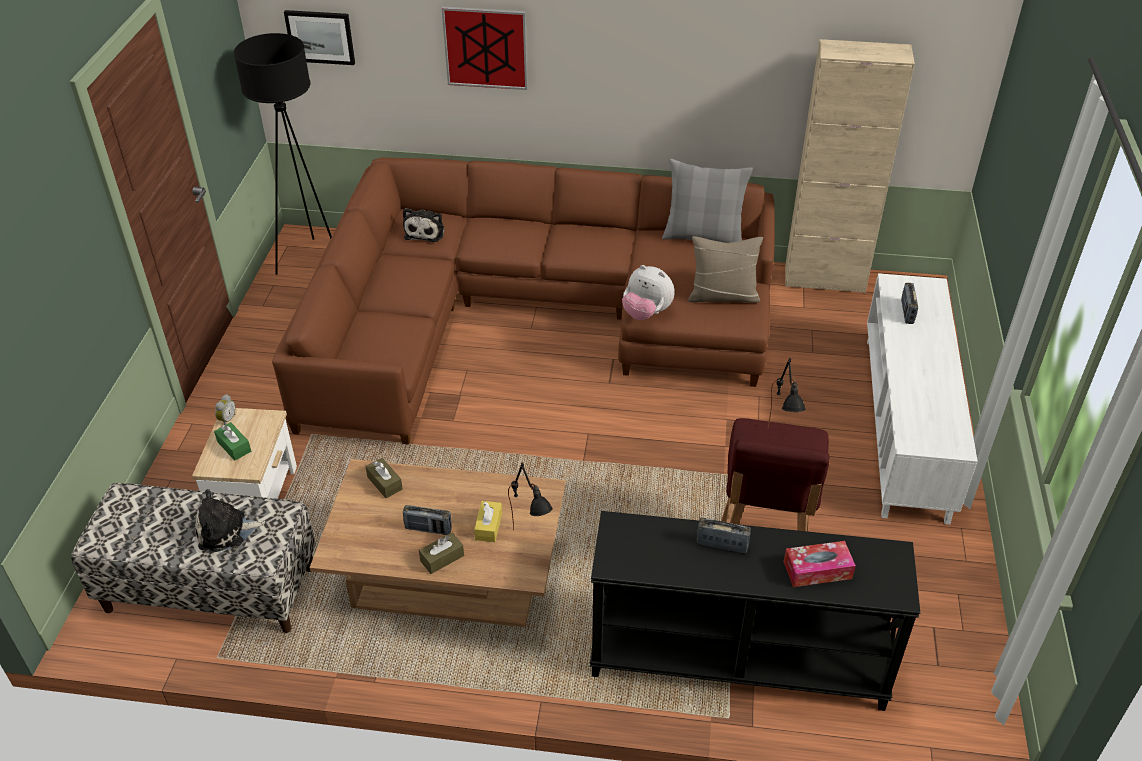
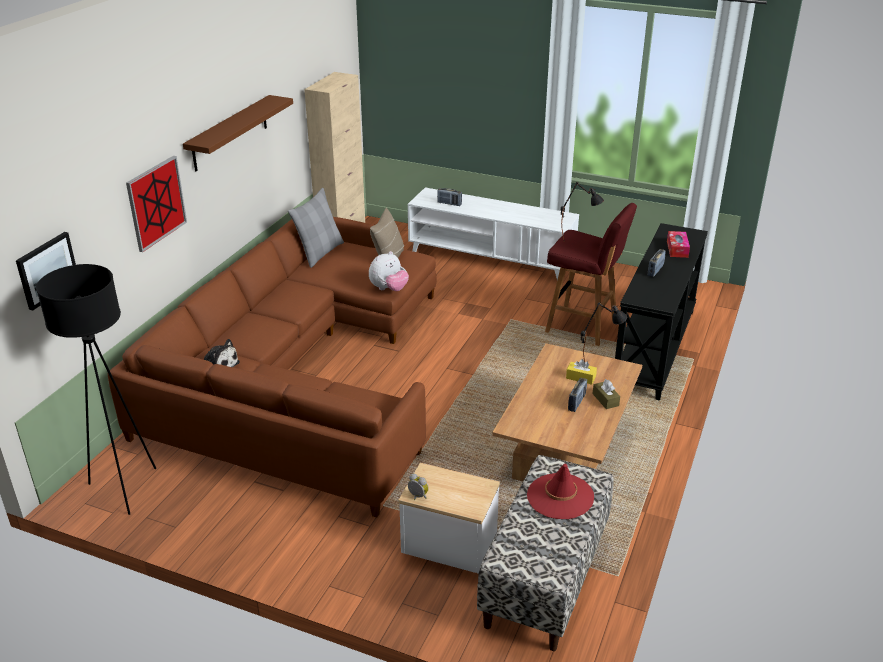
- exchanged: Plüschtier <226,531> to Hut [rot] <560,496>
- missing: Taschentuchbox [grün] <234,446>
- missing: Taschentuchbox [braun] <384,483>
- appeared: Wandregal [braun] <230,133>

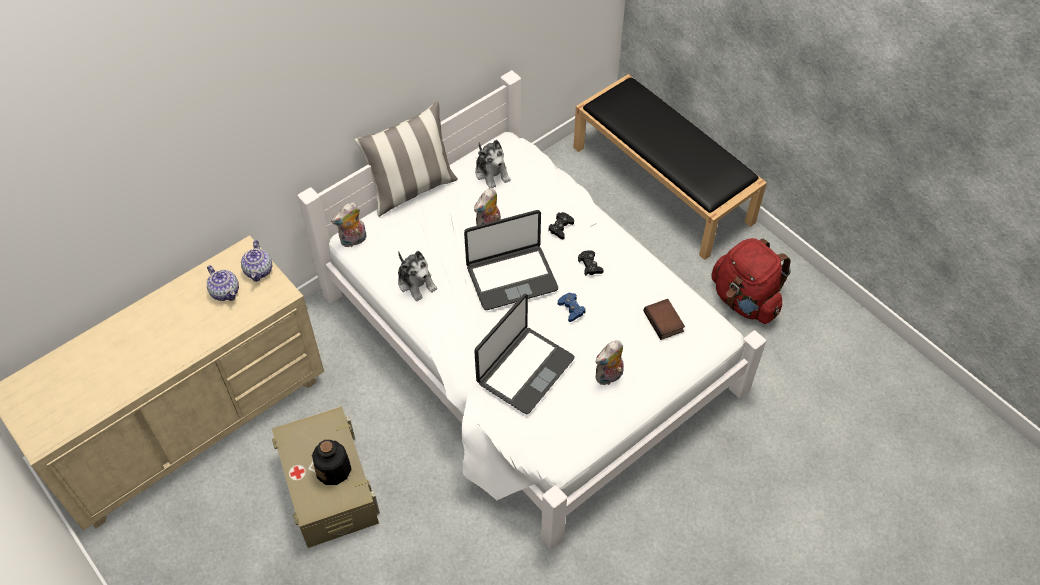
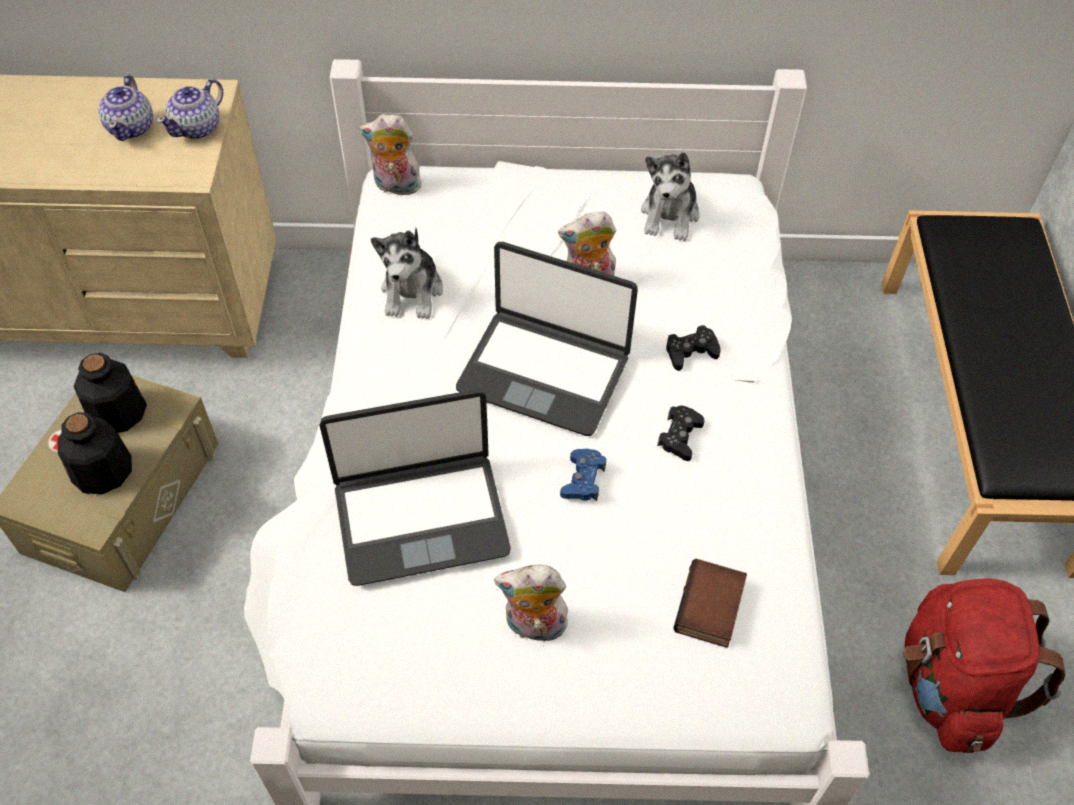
- missing: Kissen <411,188>
- appeared: Flasche <116,411>

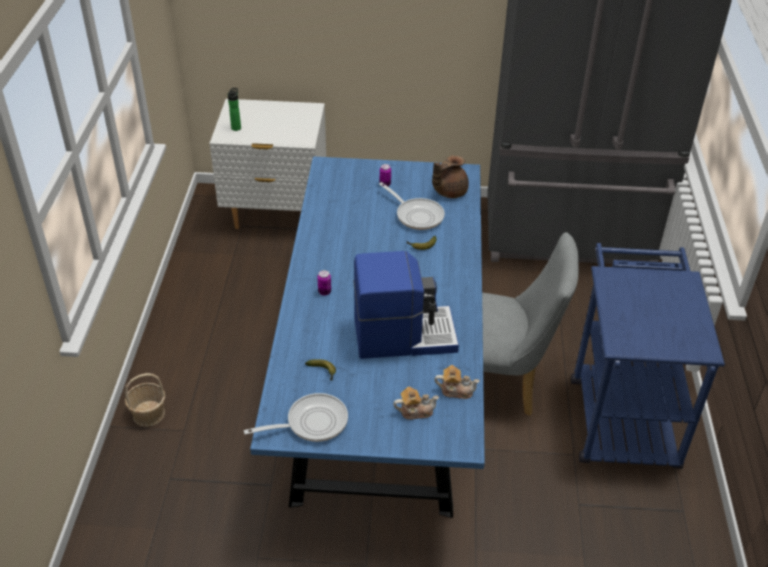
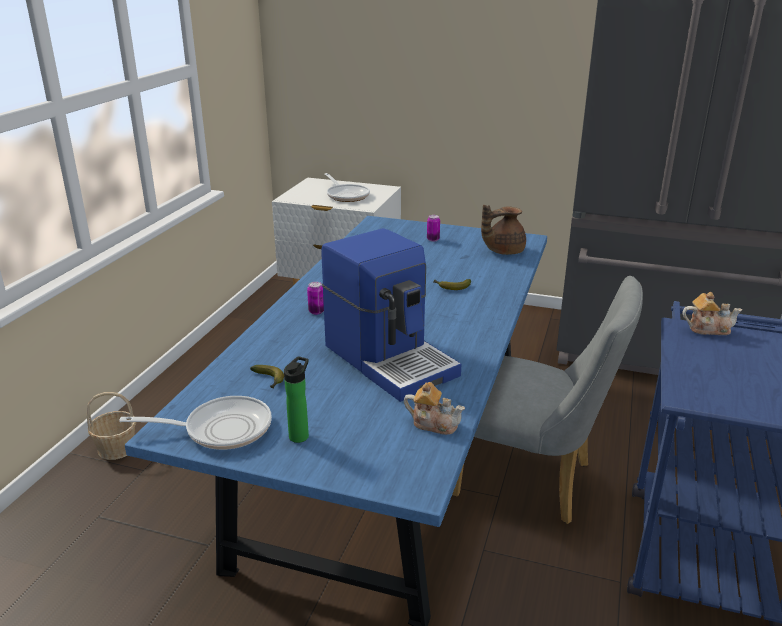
- relocated: Flasche <236,127> to <300,435>
- spun: Kaffeemaschine <403,334> = <391,359> 45 degrees clockwise
- relocated: Pfanne <417,215> to <346,195>
- relocated: Teekanne <415,411> to <707,329>

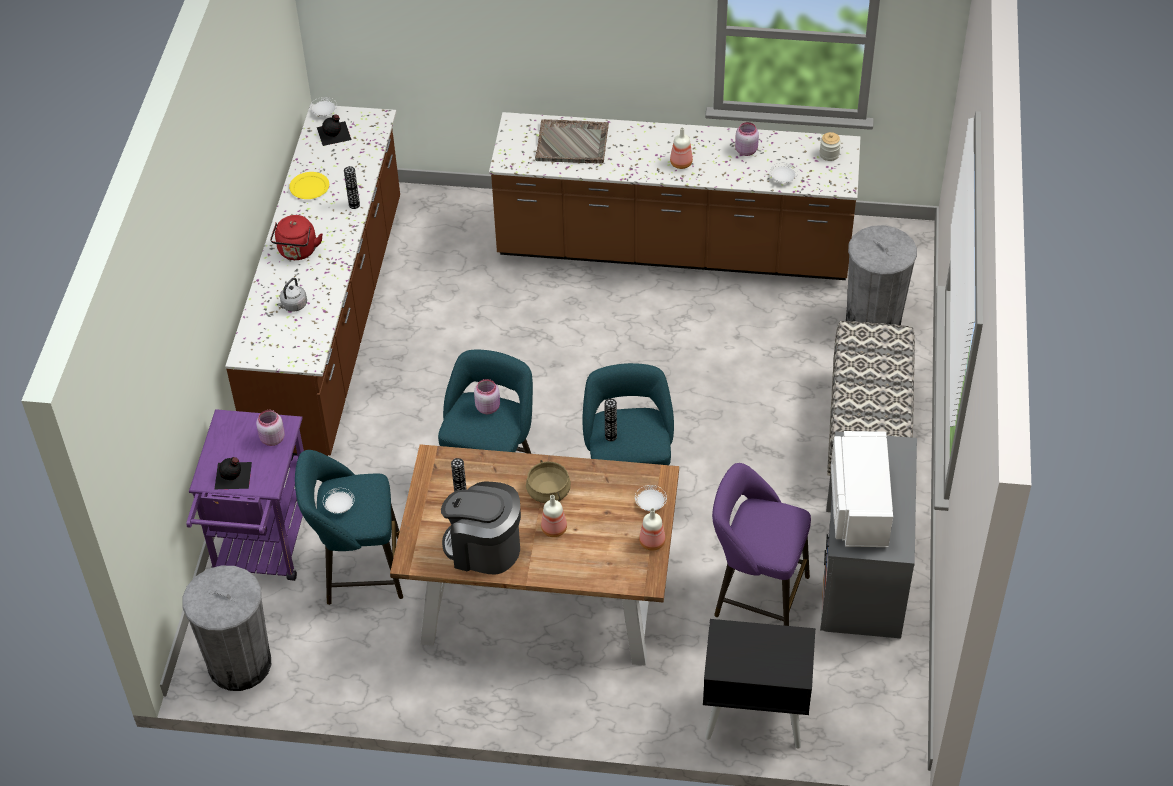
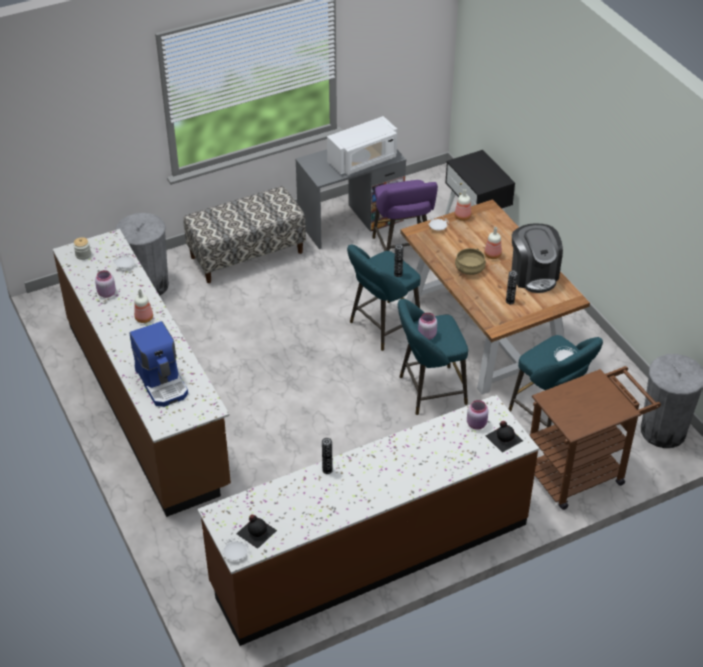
- colour: Rollwagen [lila] <262,548> to Rollwagen [braun] <582,471>
- relocated: Flasche [schwarz] <233,476> to <504,437>
- relocated: Vorratsglas [rosa] <272,439> to <477,424>
- missing: Wasserkessel [rot] <297,252>
- missing: Wasserkessel [grau] <293,305>
- missing: Teller [gelb] <309,187>
- exchanged: Tablett [grau] <573,143> to Kaffeemaschine <163,382>

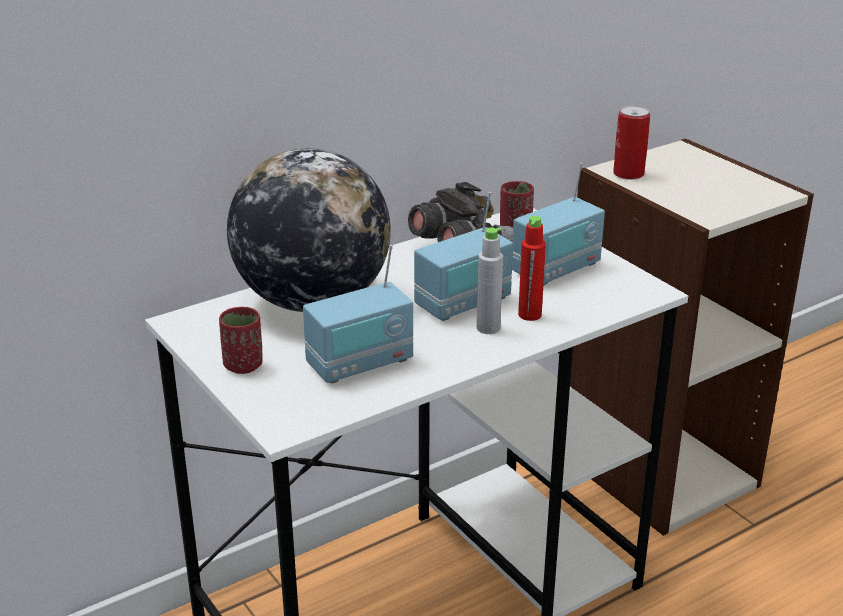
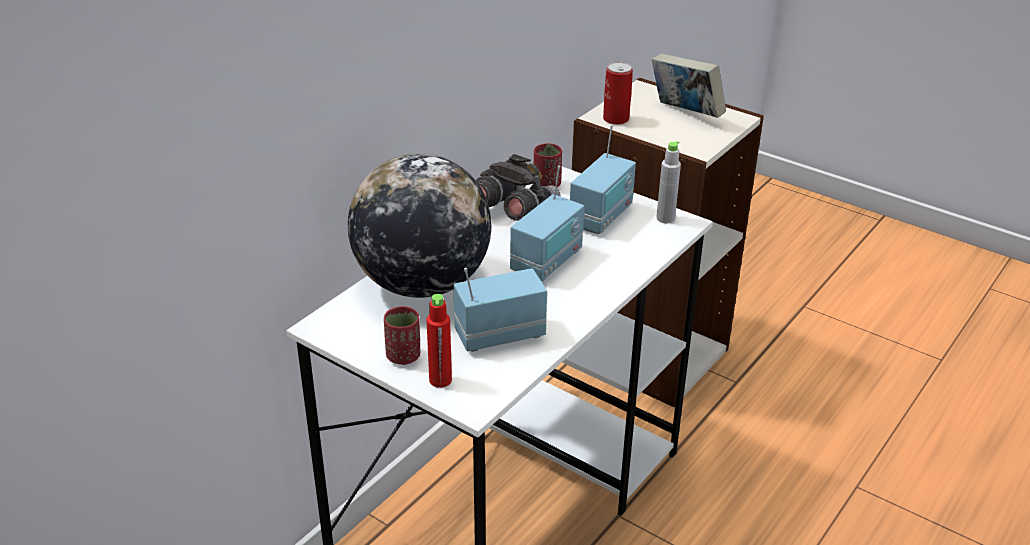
- spun: Radio <360,364> = <499,334> 150 degrees counterclockwise
- relocated: Flasche [grau] <488,328> to <665,218>
- relocated: Flasche [rot] <529,315> to <440,380>
- appeared: Buch <685,114>

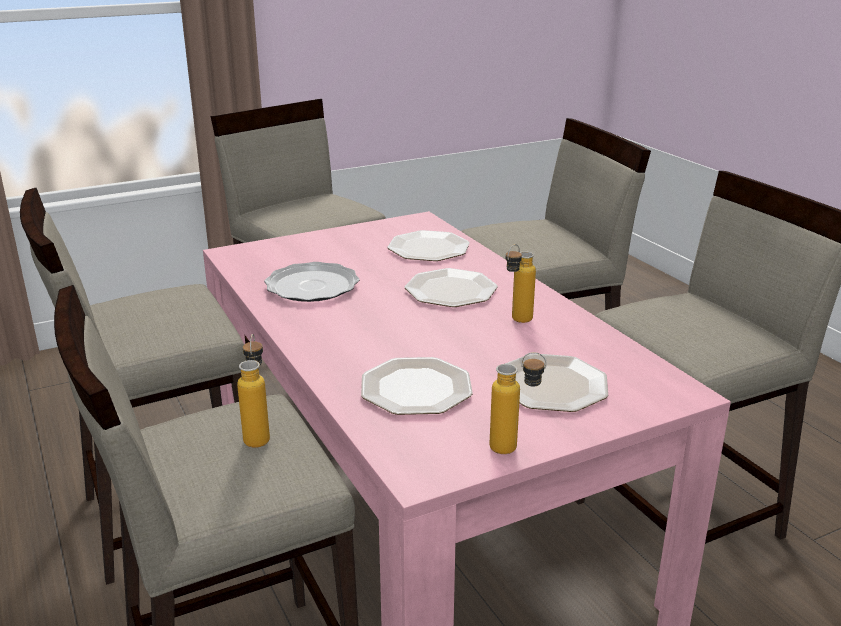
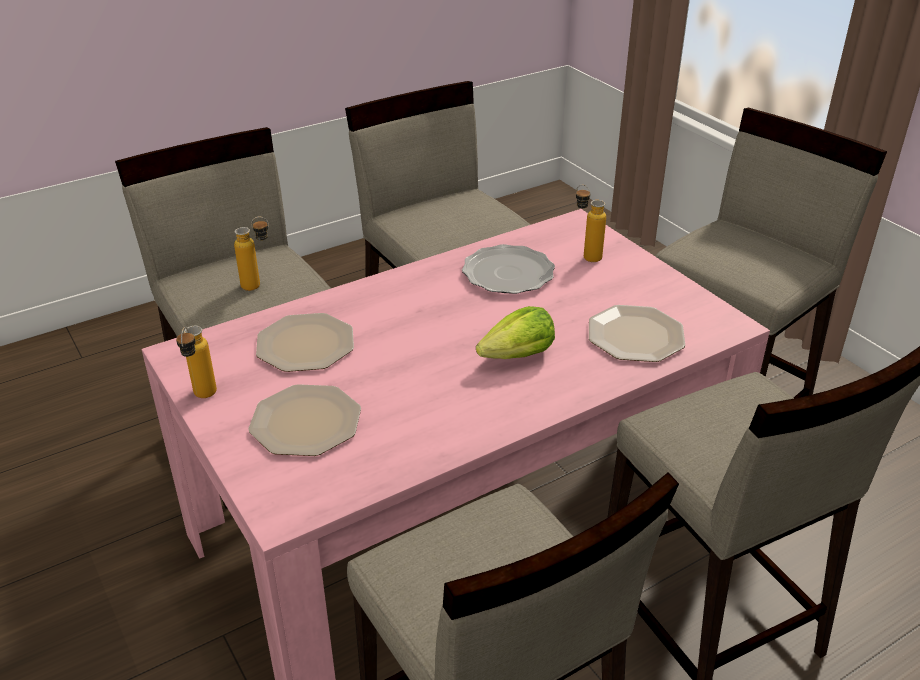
- exchanged: Teller <451,289> to Salatkopf <518,356>
- relocated: Flasche <516,321> to <586,255>

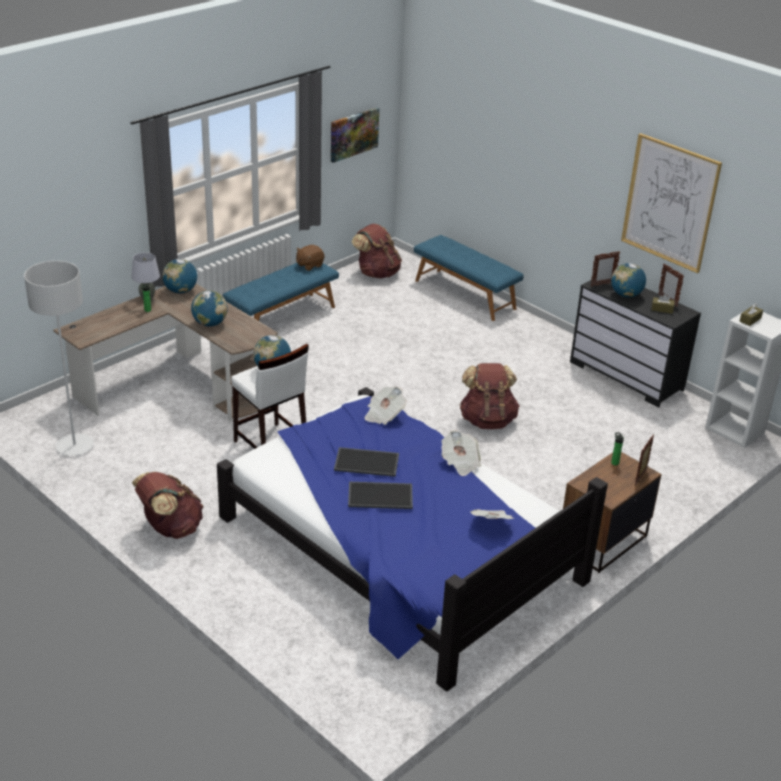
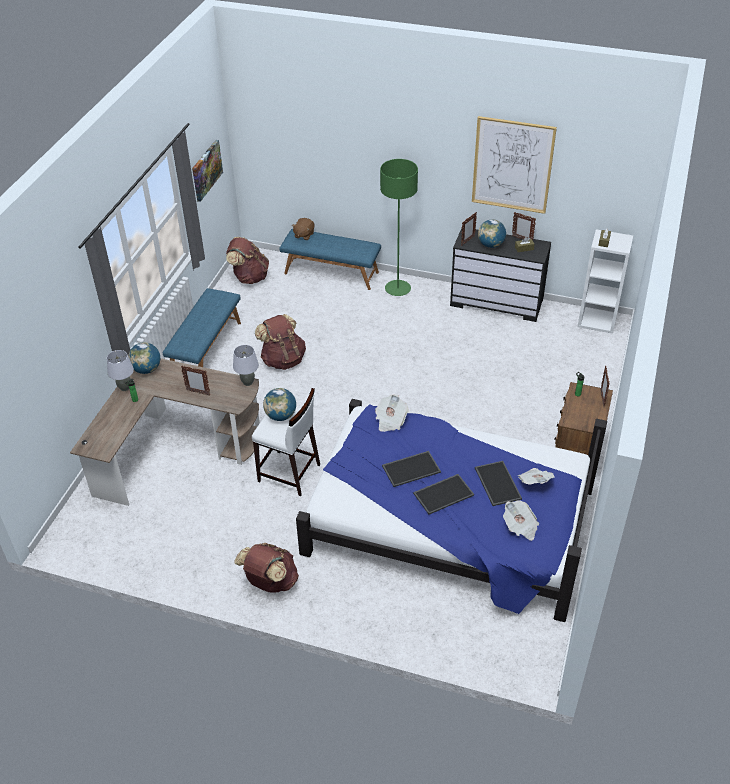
- missing: Stehlampe [grau] <74,446>
- exchanged: Globus <210,324> to Bilderrahmen <198,392>
- relocated: Plüschtier [braun] <309,265> to <304,235>
- relocated: Zeitung <460,462> to <520,527>
- relocated: Rucksack [braun] <487,420> to <283,360>
- appeared: Tischlampe [grau] <248,382>
- appeared: Stehlampe [grün] <397,289>
- appeared: Tablett <496,483>

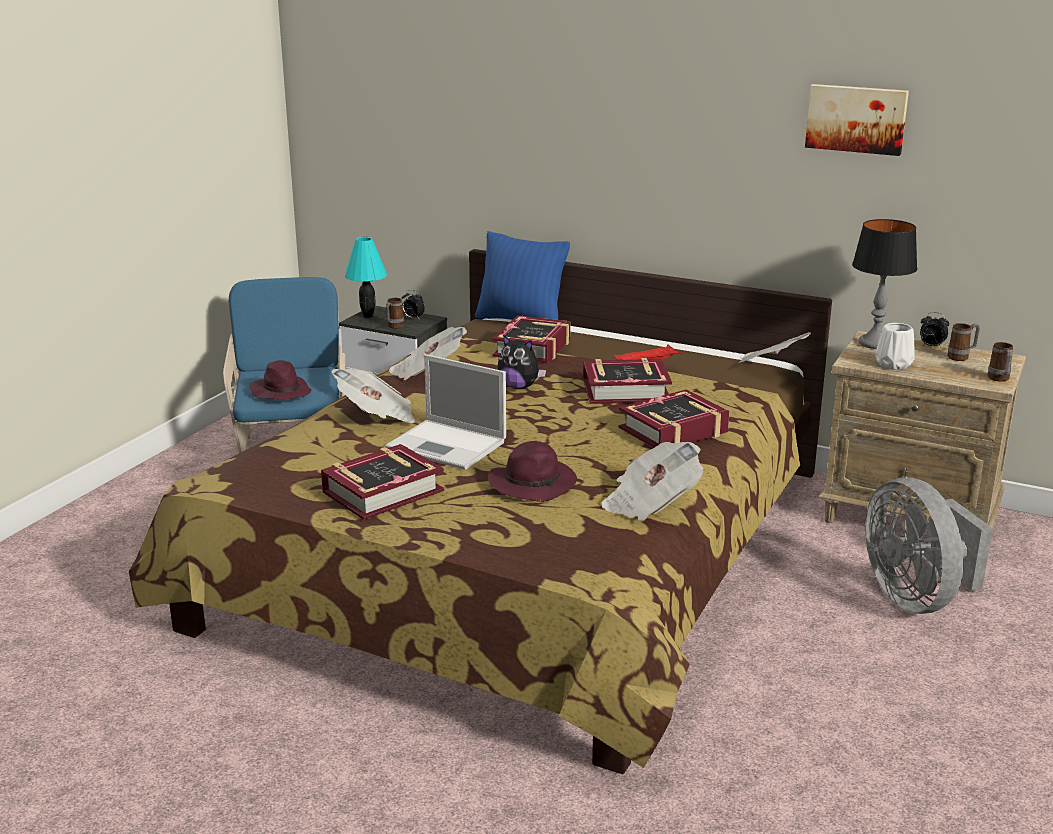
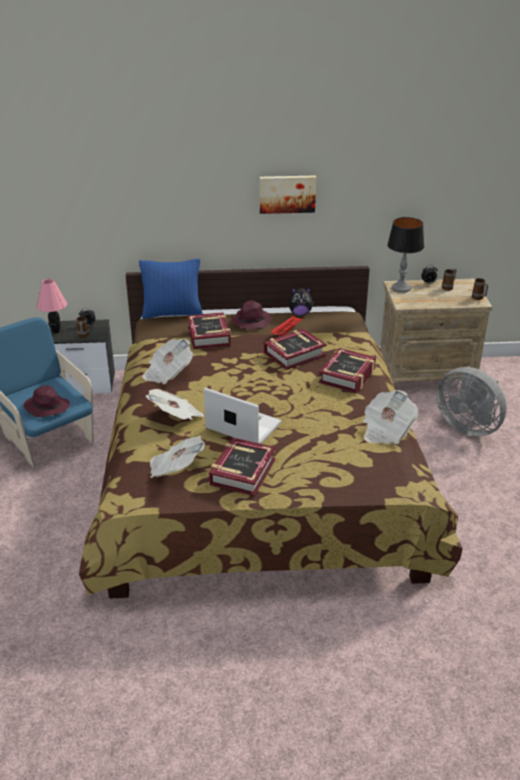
- colour: Tischlampe [türkis] <368,316> to Tischlampe [rosa] <56,331>
- spun: Laptop <448,445> = <242,425> 150 degrees counterclockwise
- relocated: Hut [lila] <533,484> to <251,321>
- relocated: Plüschtier <519,387> to <300,313>
- relocated: Zeitung <770,366> to <175,469>
- relocated: Bild <856,119> to <287,193>
- missing: Vase [weiß] <892,364>

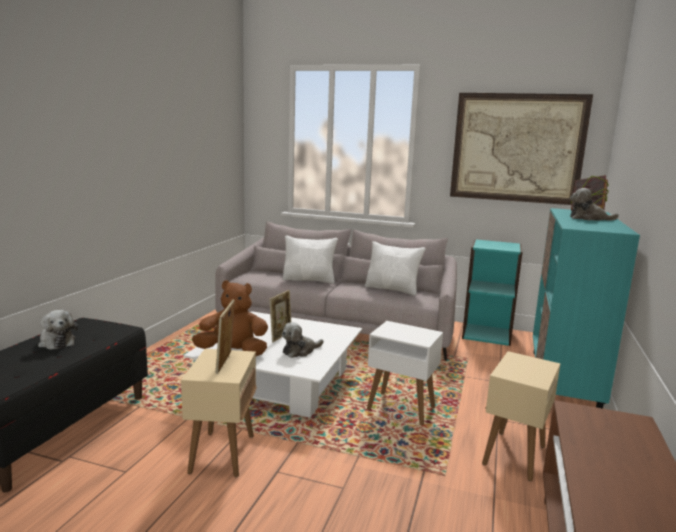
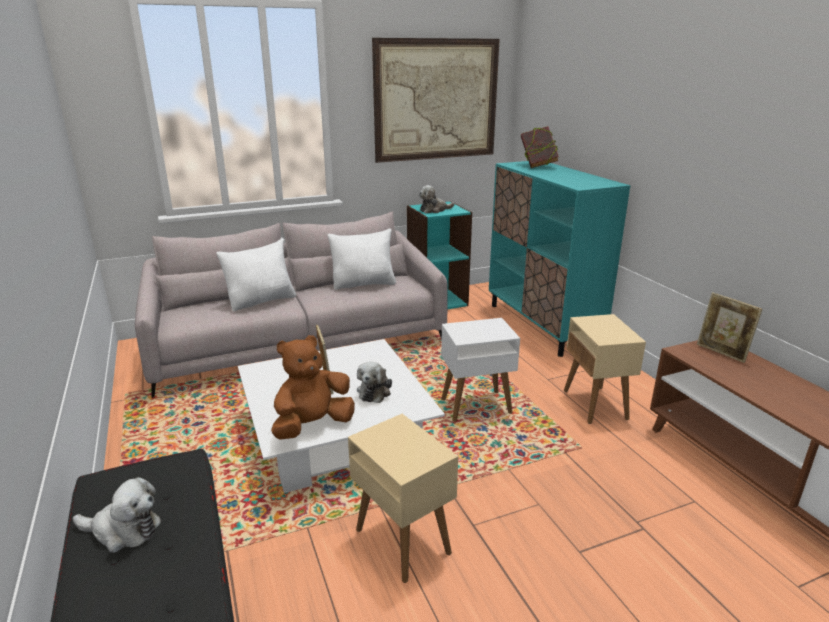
- relocated: Bilderrahmen <225,363> to <721,353>
- relocated: Plüschtier <588,219> to <434,210>

